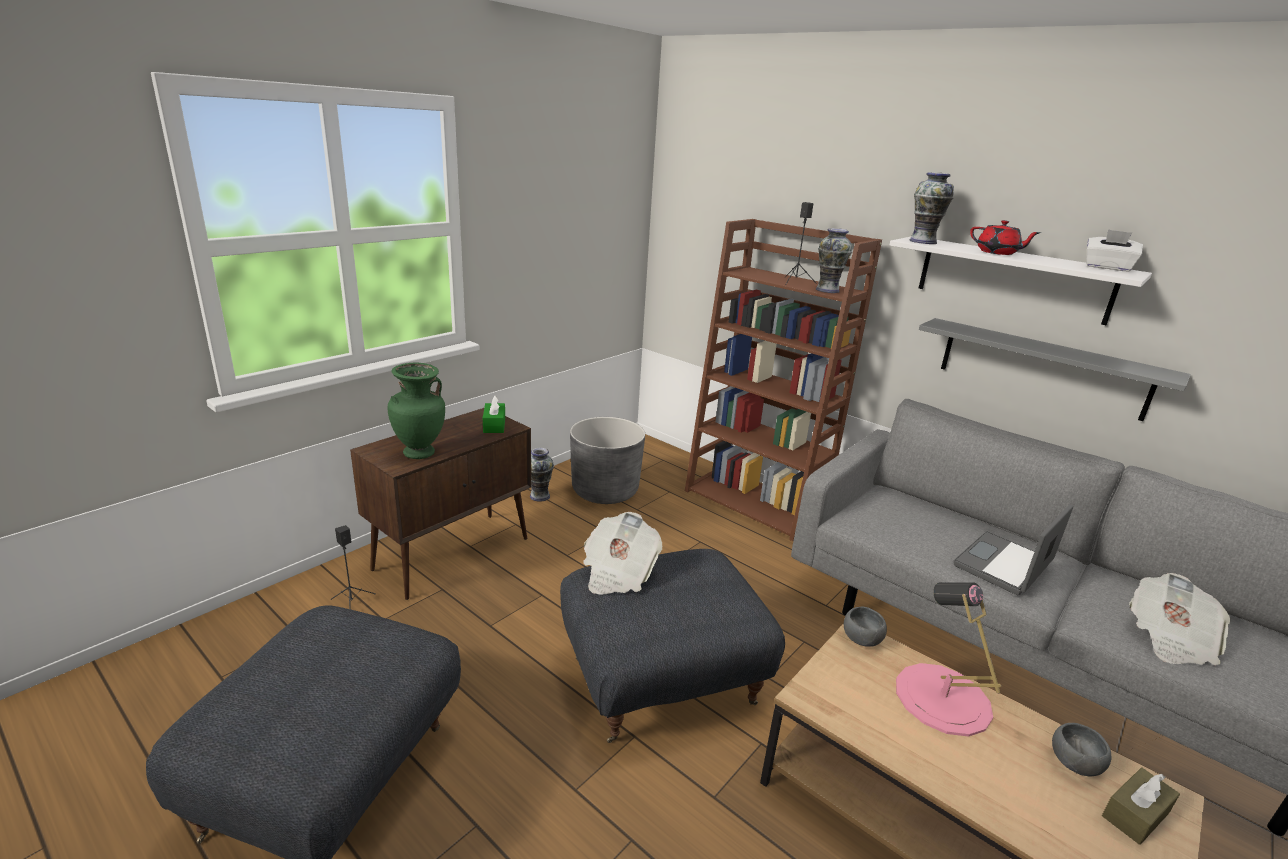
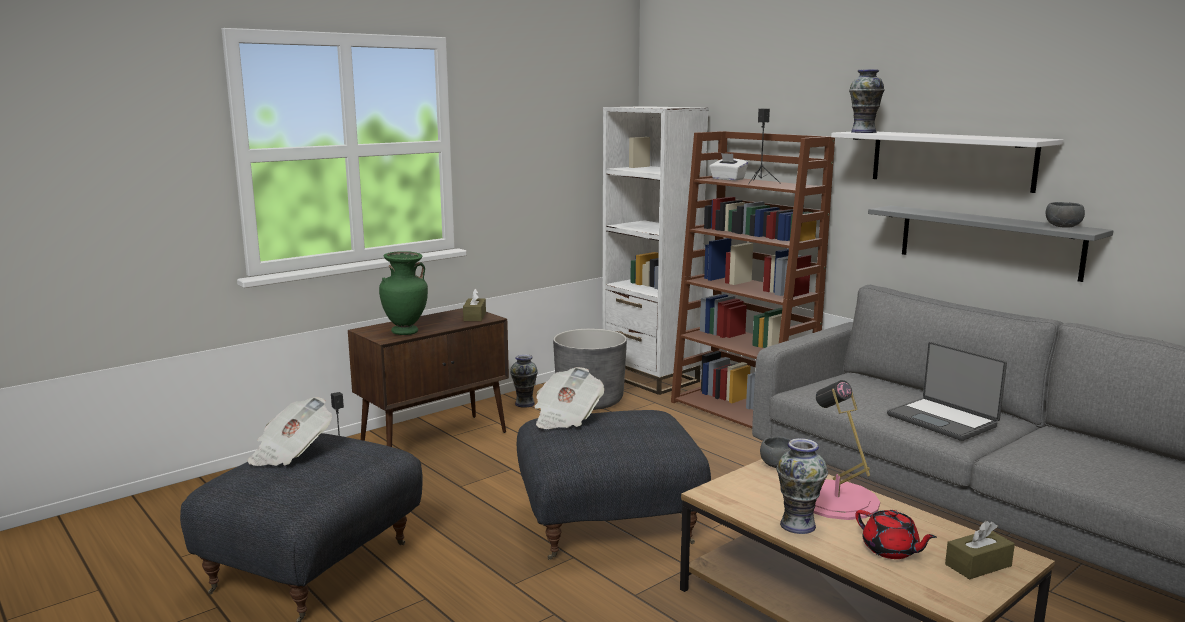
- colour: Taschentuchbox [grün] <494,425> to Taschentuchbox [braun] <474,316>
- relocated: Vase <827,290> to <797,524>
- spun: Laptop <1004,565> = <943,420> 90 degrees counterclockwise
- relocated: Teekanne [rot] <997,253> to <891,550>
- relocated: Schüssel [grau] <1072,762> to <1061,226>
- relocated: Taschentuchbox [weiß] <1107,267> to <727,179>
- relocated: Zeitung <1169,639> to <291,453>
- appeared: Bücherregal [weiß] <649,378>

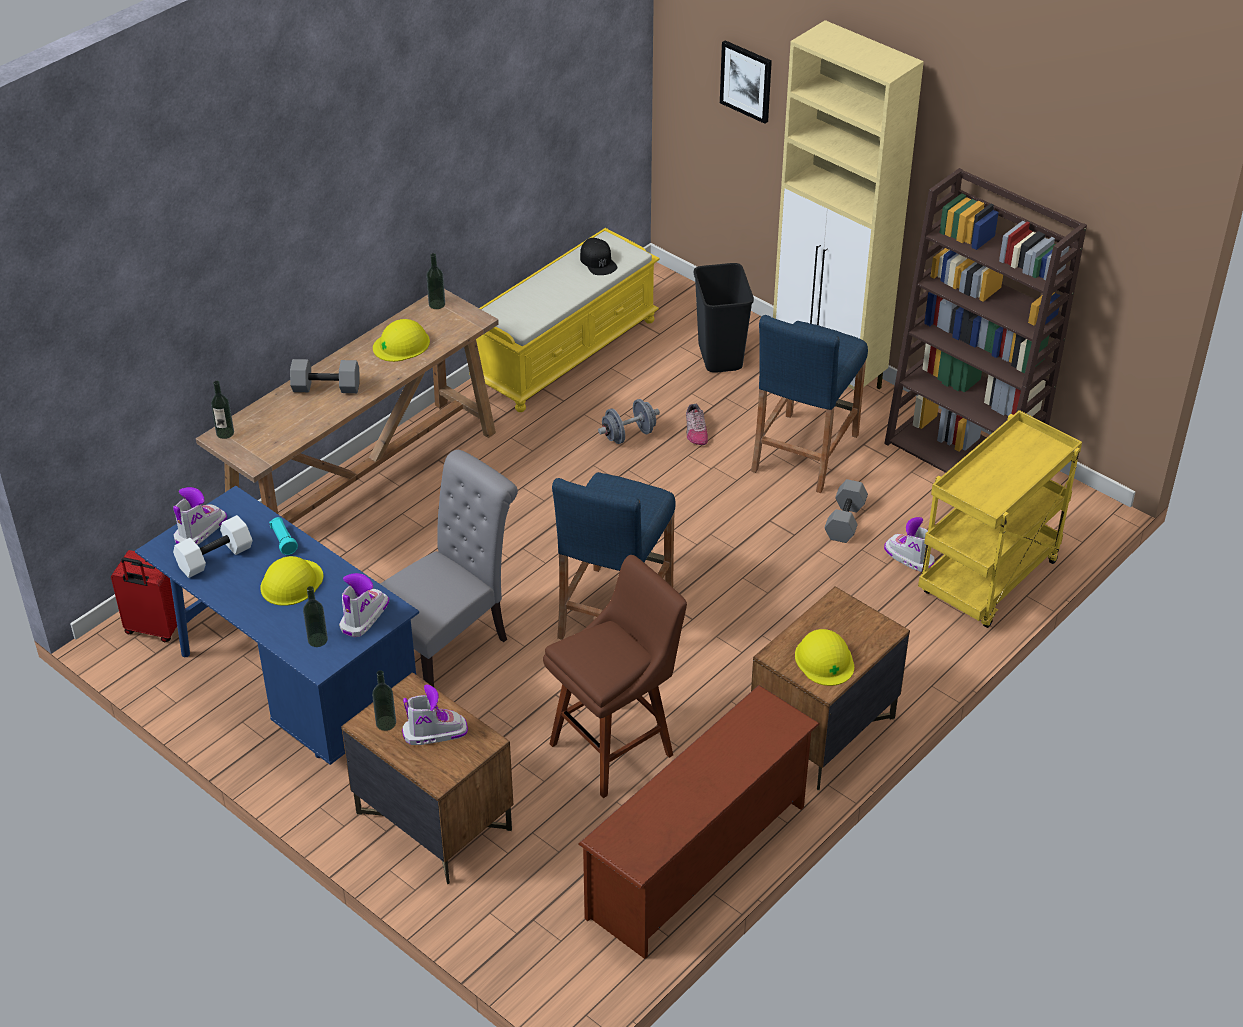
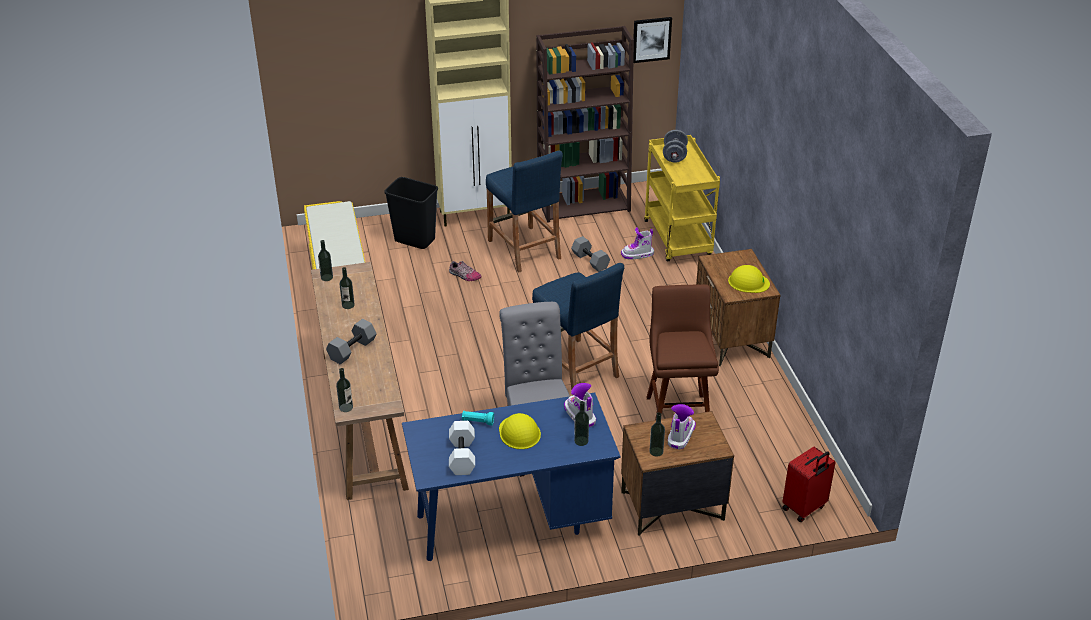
- relocated: Koffer [rot] <154,628> to <804,508>
- missing: Stiefel <200,531>
- exchanged: Schutzhelm [gelb] <401,344> to Flasche <348,305>
- missing: Schuhregal [braun] <699,862>
- missing: Kappe [schwarz] <598,261>
- relocated: Hantel [grau] <629,435> to <674,156>
- relocated: Bild <746,81> to <651,39>

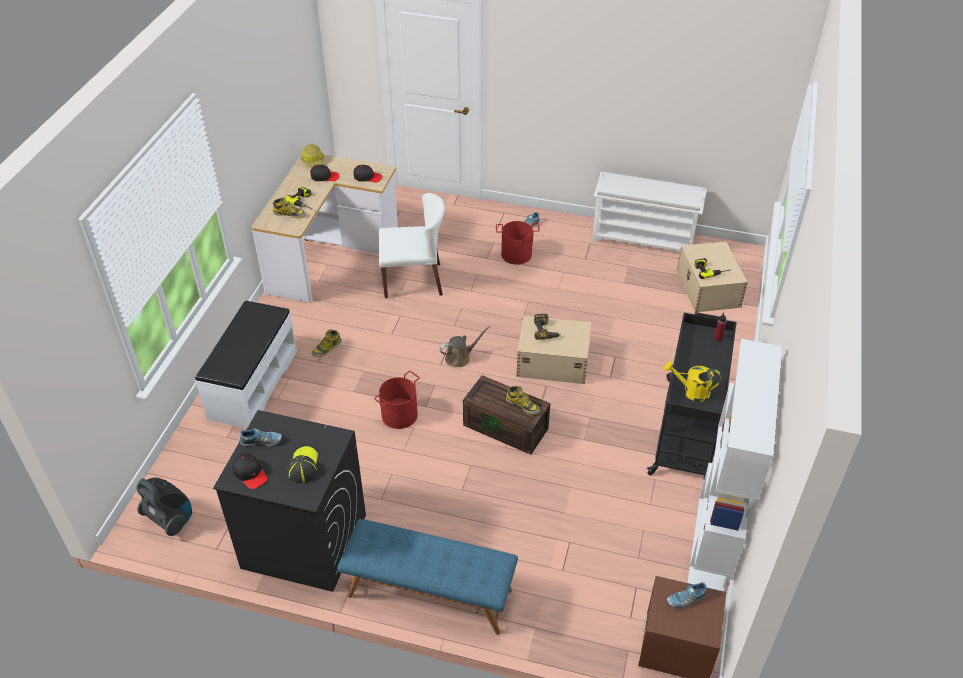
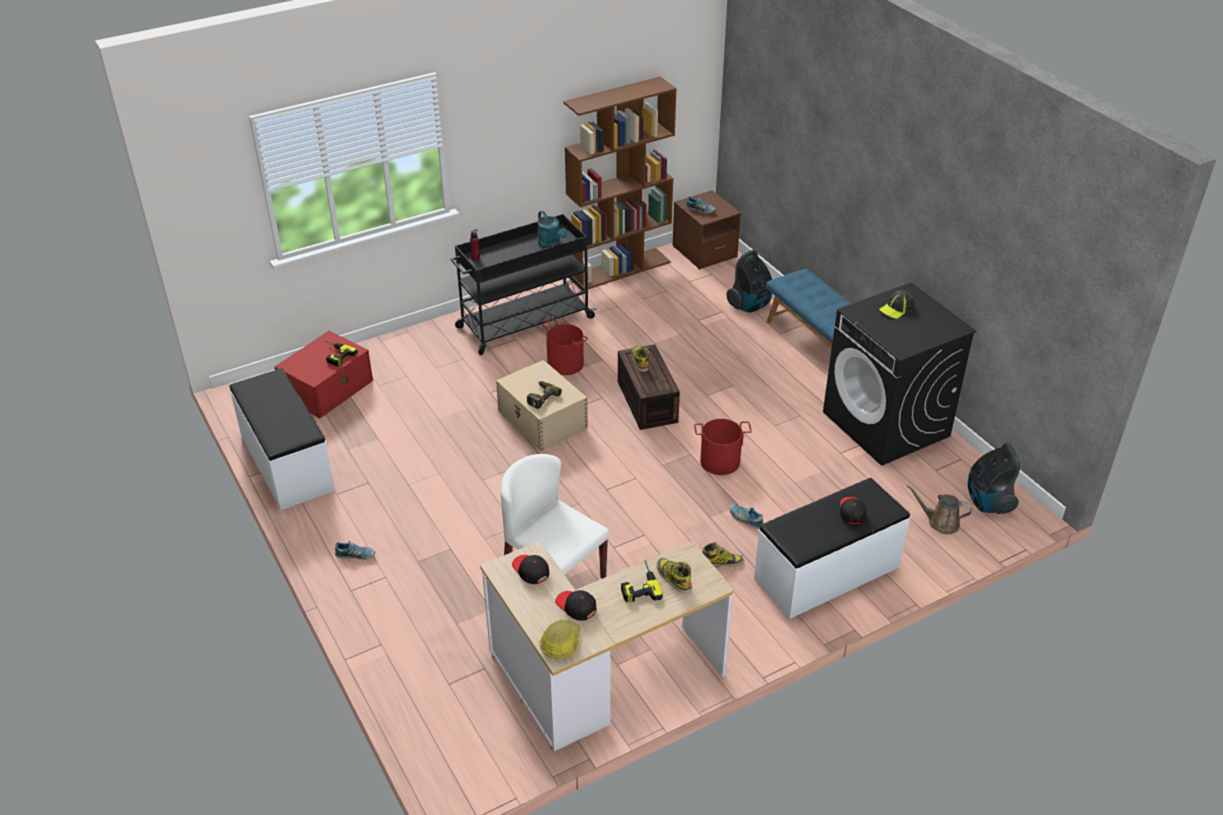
- relocated: Kappe [schwarz] <250,473> to <852,512>
- relocated: Schuh <262,441> to <745,519>
- relocated: Gießkanne [braun] <460,358> to <940,523>
- relocated: Eimer [rot] <516,254> to <566,363>
- exchanged: Schuhregal [weiß] <644,238> to Bank [weiß] <286,463>
- colour: Gießkanne [gelb] <691,391> to Gießkanne [türkis] <551,244>
- colour: Aufbewahrungsbox [beige] <708,289> to Aufbewahrungsbox [rot] <328,388>
- colour: Bücherregal [weiß] <710,552> to Bücherregal [braun] <619,269>
- appeared: Staubsauger <750,305>

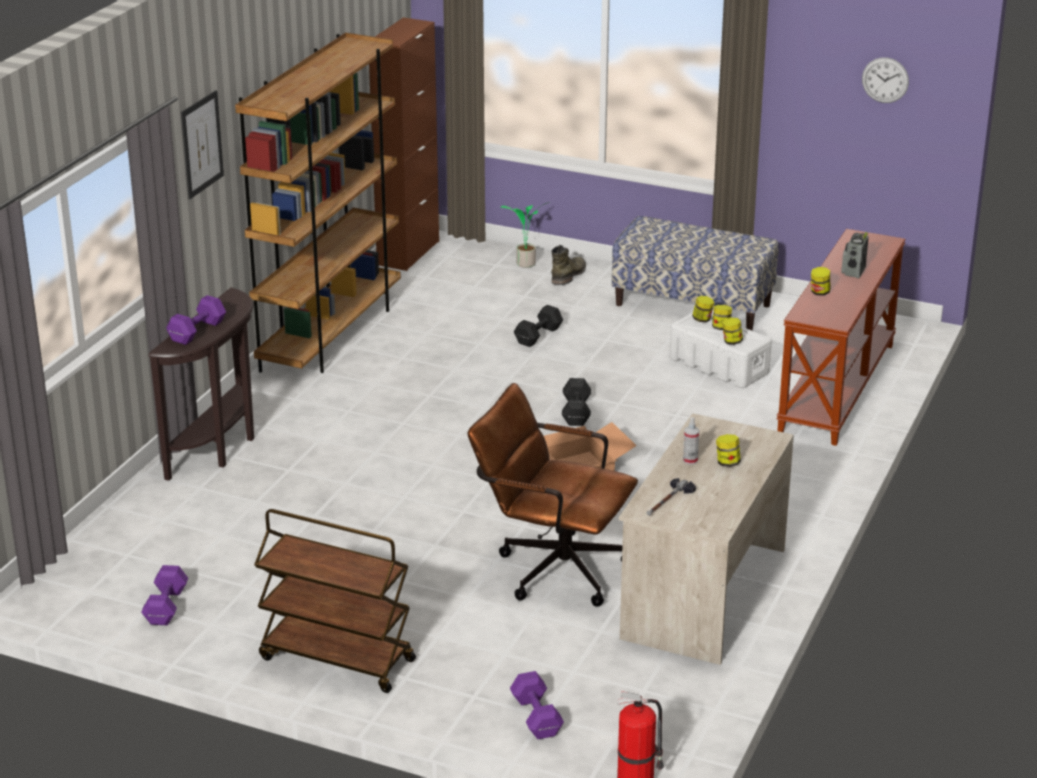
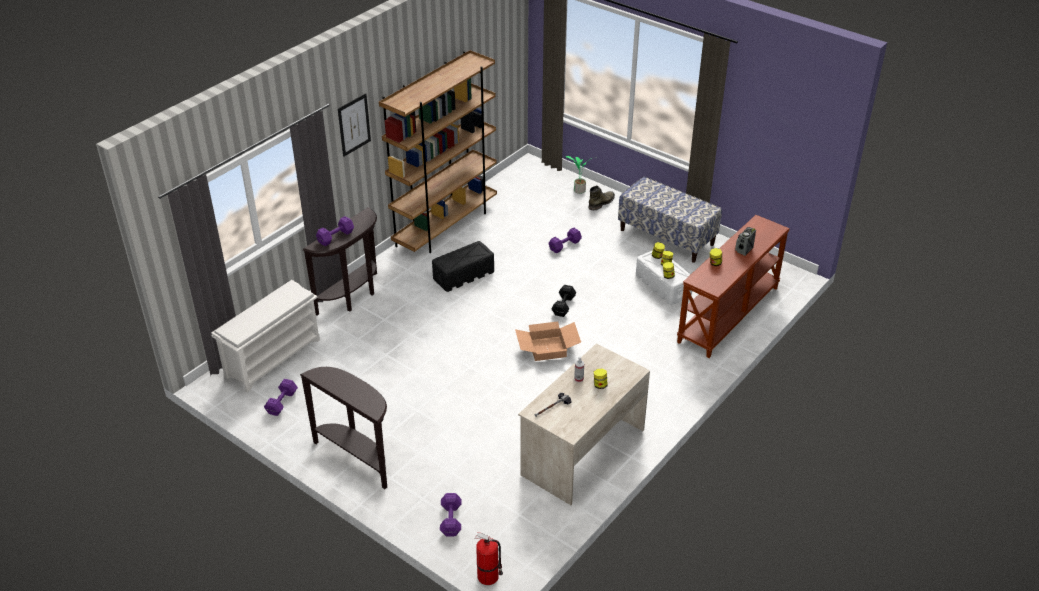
- exchanged: Rollwagen [braun] <336,659> to Konsolentisch [braun] <357,457>
- missing: Schrank [braun] <408,253>
- missing: Bürostuhl [braun] <552,568>
- colour: Hantel [schwarz] <539,335> to Hantel [lila] <565,245>
- missing: Wanduhr <885,80>
- appeared: Schuhregal [weiß] <273,357>
- appeared: Aufbewahrungsbox [schwarz] <464,275>

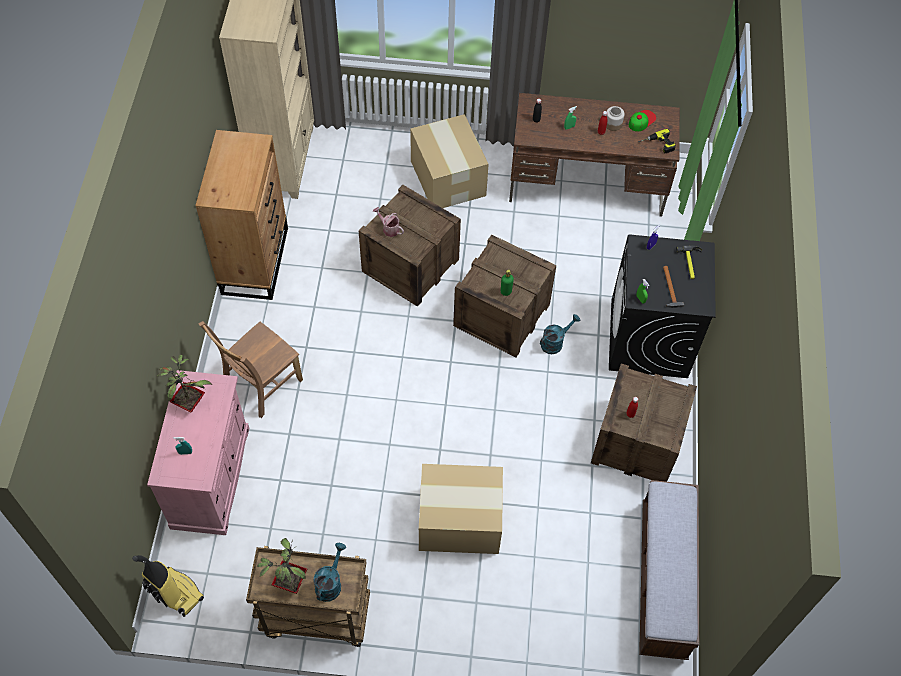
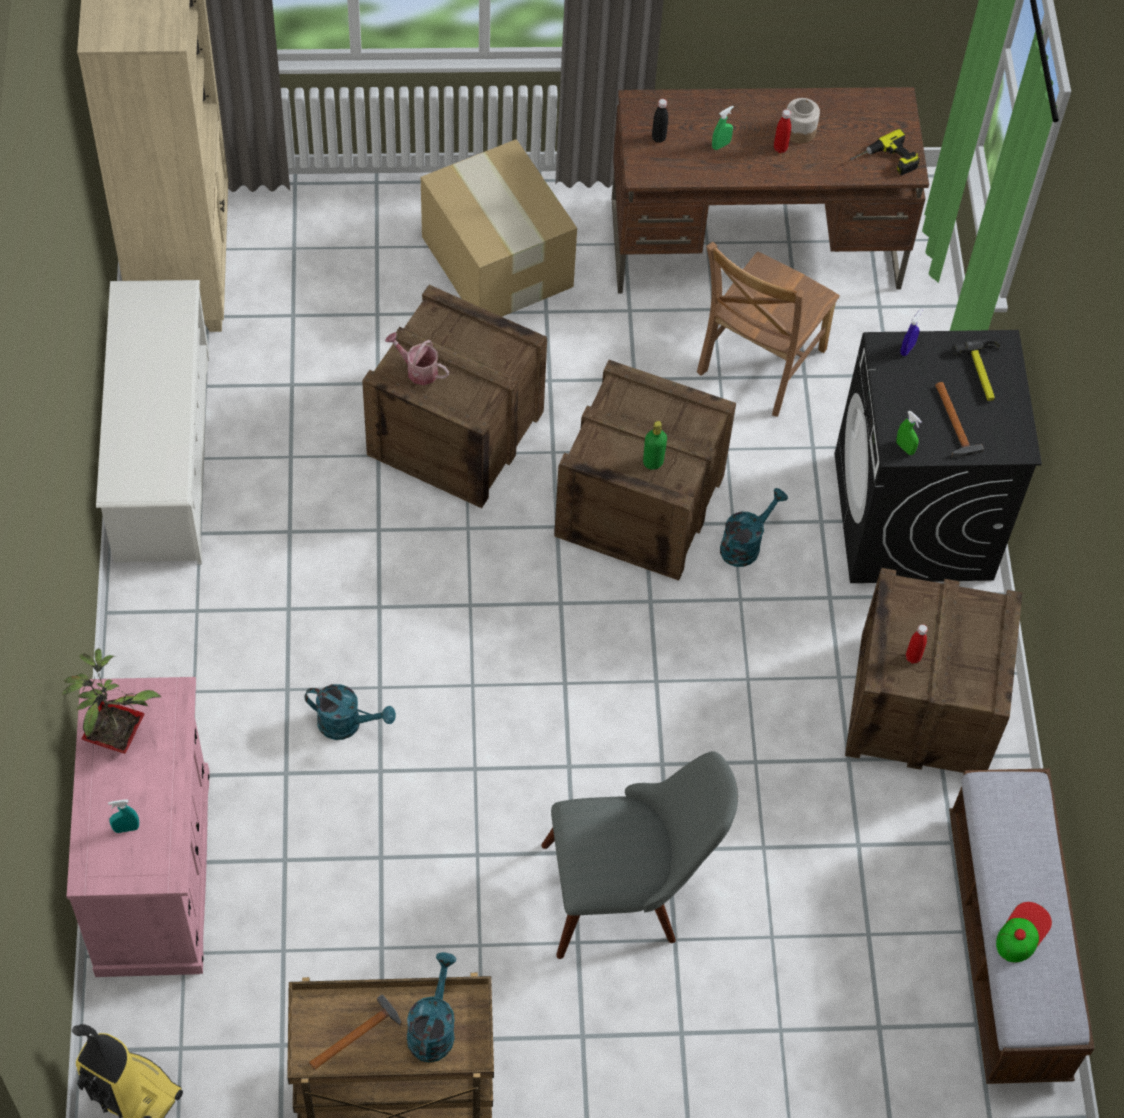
- exchanged: Kommode [braun] <255,260> to Schuhregal [weiß] <162,456>
- relocated: Stuhl [braun] <260,384> to <758,364>
- exchanged: Topfpflanze <289,581> to Hammer <358,1035>
- exchanged: Karton <461,521> to Stuhl [grau] <629,890>
- relocated: Kappe <641,120> to <1022,932>
- appeared: Gießkanne [türkis] <347,724>

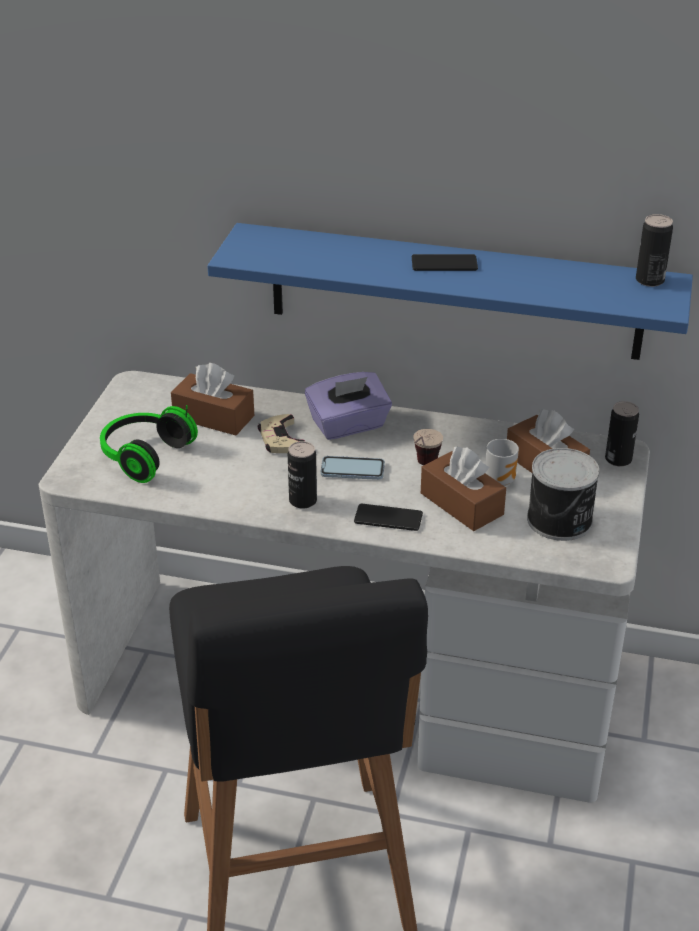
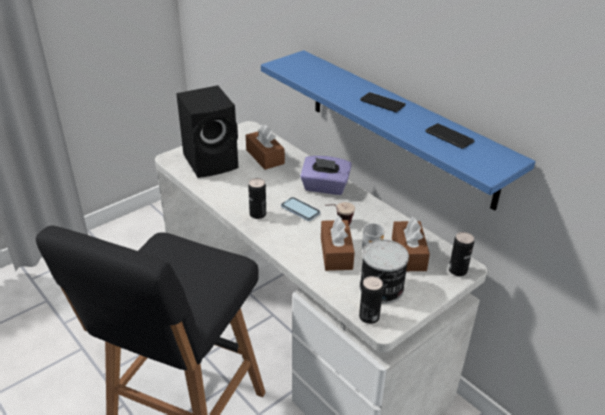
- exchanged: Kopfhörer <143,455> to Lautsprecher [schwarz] <212,161>
- missing: Gamepad [beige] <280,439>
- relocated: Handy <388,518> to <449,136>
- relocated: Dose <649,280> to <369,317>

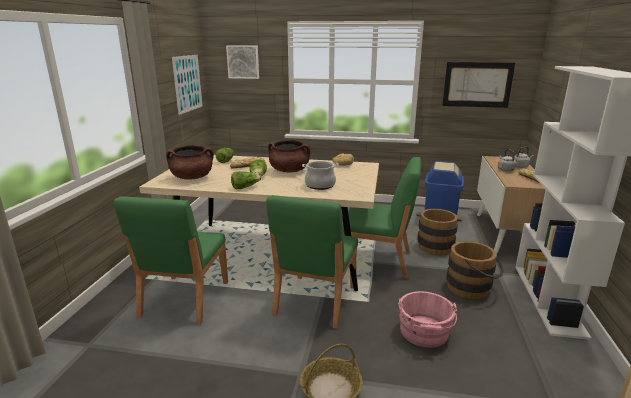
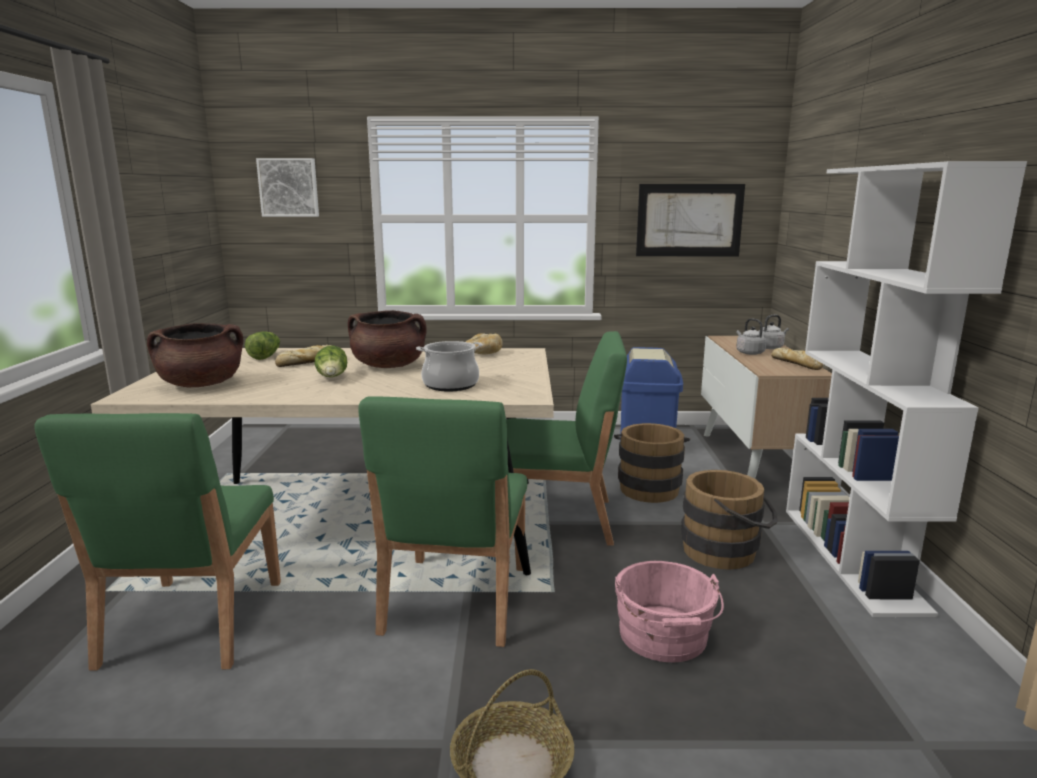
- missing: Bild <188,83>
- missing: Salatkopf <245,187>

